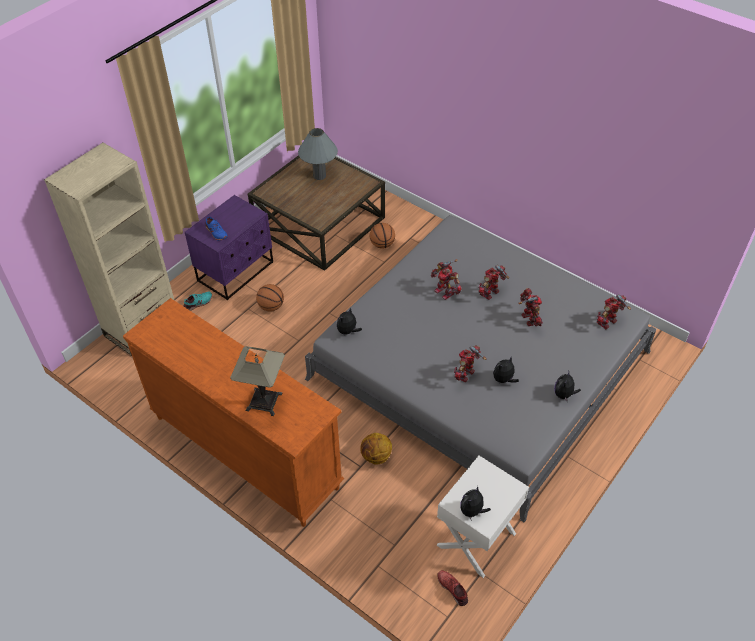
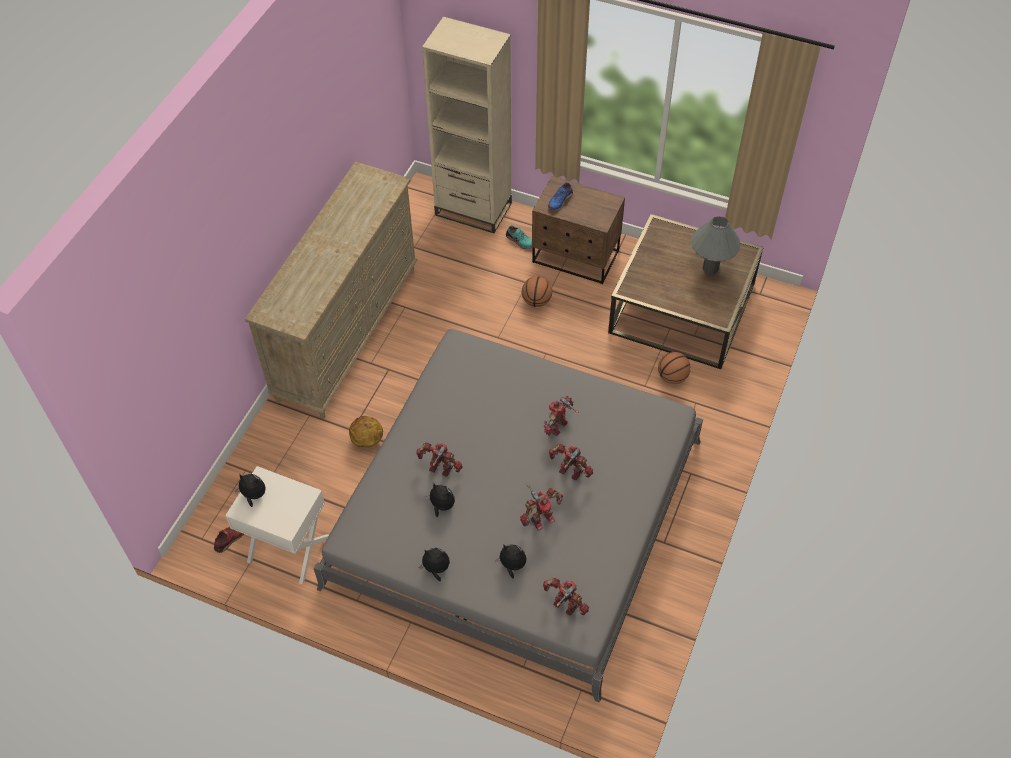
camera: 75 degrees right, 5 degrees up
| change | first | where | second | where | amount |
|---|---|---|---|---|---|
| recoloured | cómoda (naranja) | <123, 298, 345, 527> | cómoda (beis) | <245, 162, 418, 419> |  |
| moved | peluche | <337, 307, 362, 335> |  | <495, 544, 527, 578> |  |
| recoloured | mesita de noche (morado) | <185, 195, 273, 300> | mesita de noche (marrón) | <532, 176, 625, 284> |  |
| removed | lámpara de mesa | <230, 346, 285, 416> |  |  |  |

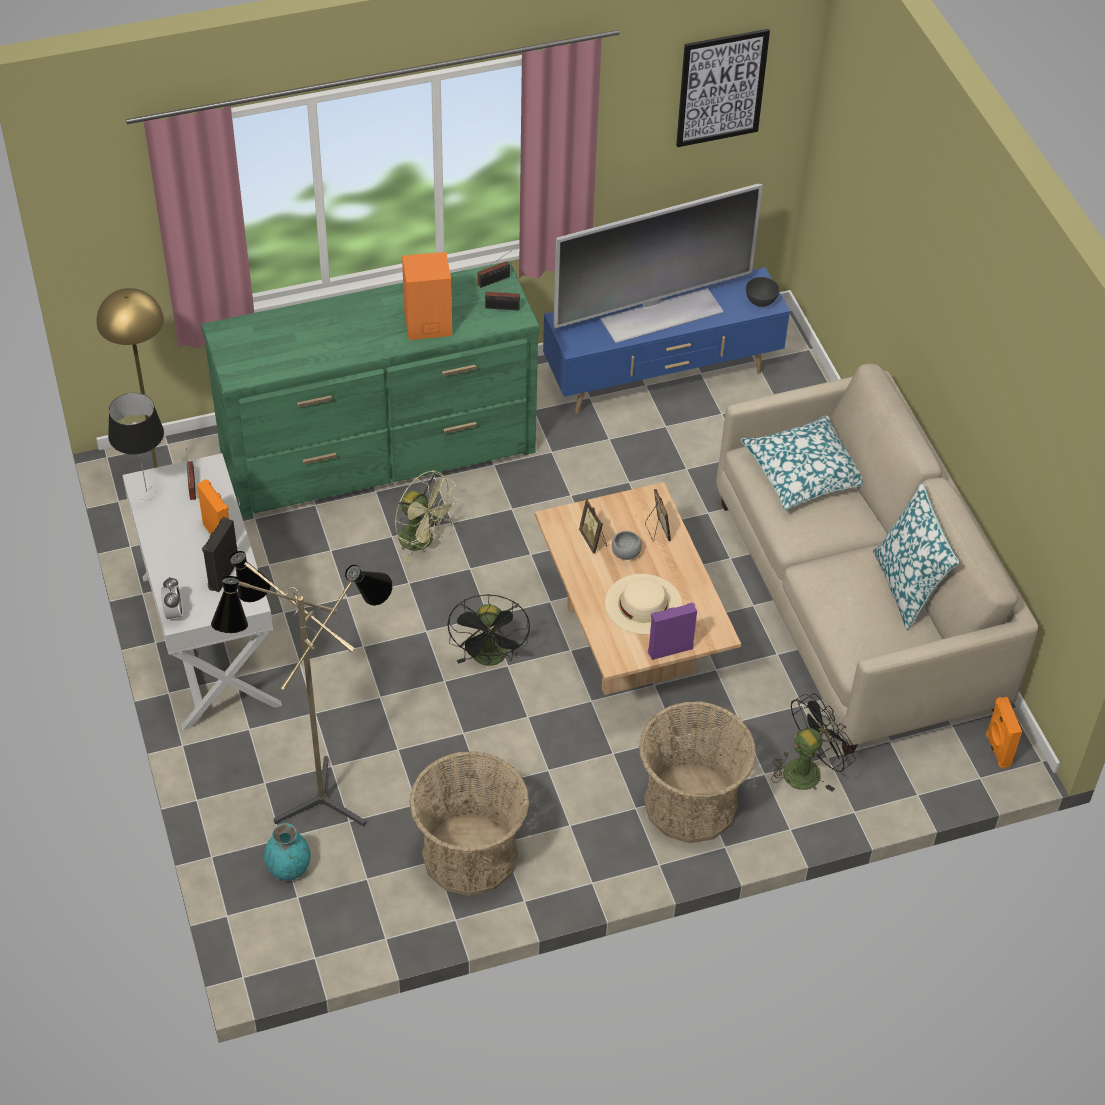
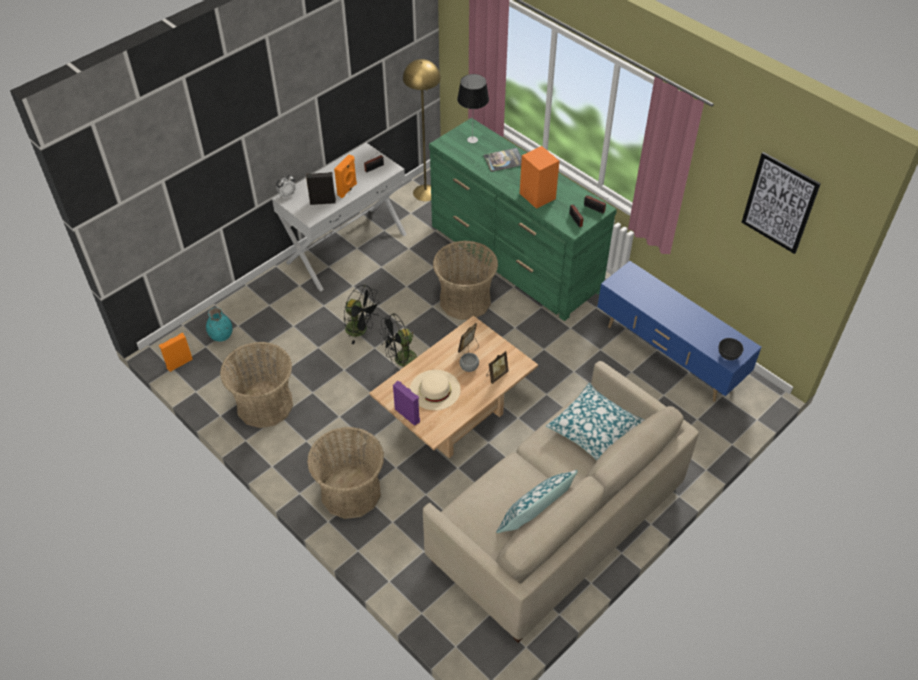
camera: 65 degrees right, 0 degrees up
| change | first | where | second | where | amount |
|---|---|---|---|---|---|
| moved | altavoz (naranja) | <986, 697, 1022, 769> |  | <159, 333, 193, 372> |  |
| moved | ventilador (negro) | <771, 693, 855, 792> |  | <344, 284, 380, 344> |  |
| replaced | ventilador (verde) | <395, 470, 459, 562> | cesta | <433, 240, 498, 320> |  |
| moved | lámpara de mesa | <108, 393, 164, 500> |  | <457, 74, 489, 143> |  |
| added |  |  | libro | <483, 148, 522, 172> |  |
| removed | lámpara de pie | <211, 551, 393, 827> |  |  |  |
| removed | televisor | <553, 183, 763, 343> |  |  |  |

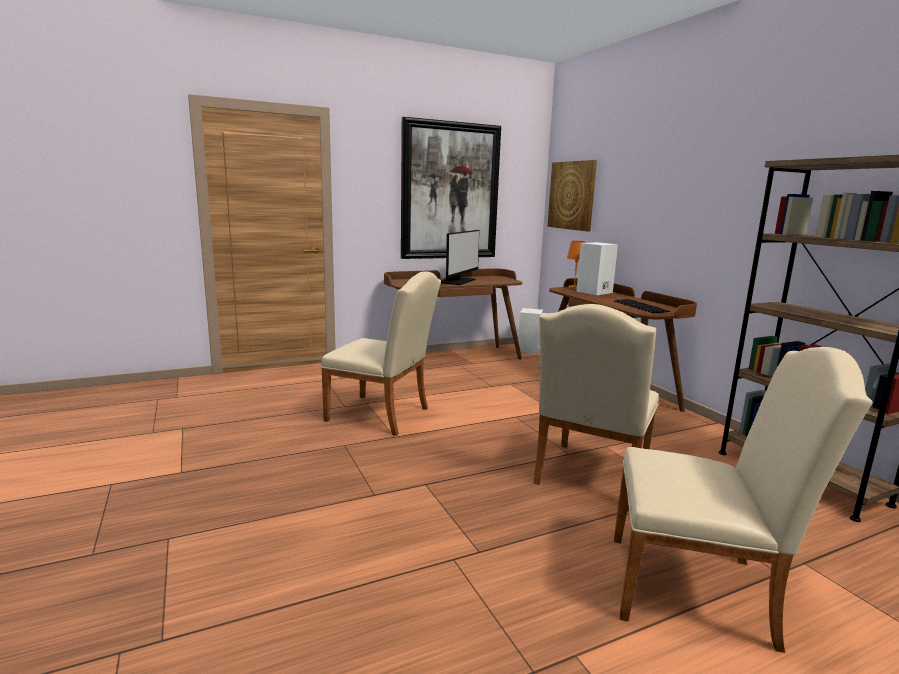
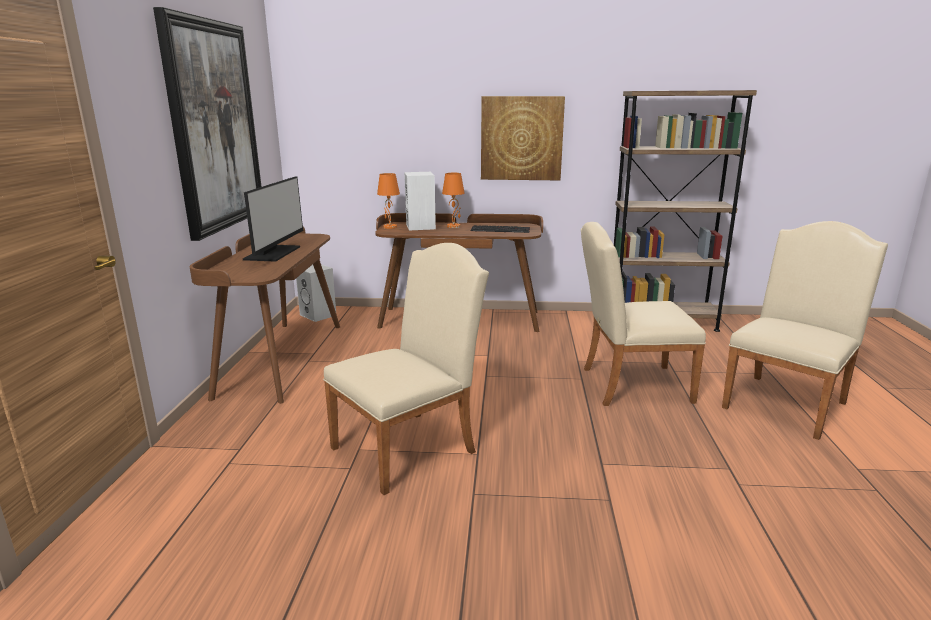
camera: 60 degrees left, 5 degrees up
| change | first | where | second | where | amount |
|---|---|---|---|---|---|
| turned | monitor | <441, 230, 479, 285> |  | <243, 176, 303, 262> | 45 degrees clockwise |
| added |  |  | lámpara de mesa (naranja) | <442, 173, 465, 228> |  |
| moved | cuadro | <547, 160, 597, 231> |  | <481, 96, 565, 180> |  |
| turned | silla (beis) | <533, 304, 659, 510> |  | <581, 222, 706, 406> | 120 degrees clockwise |

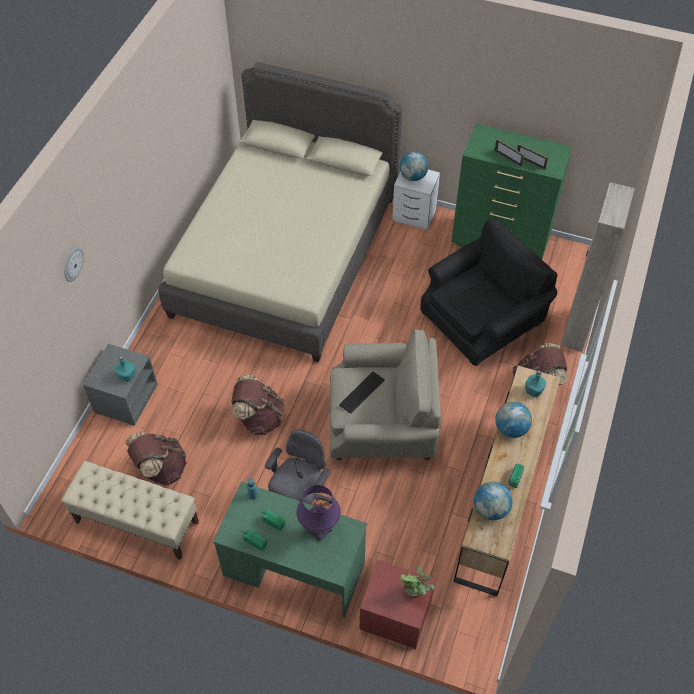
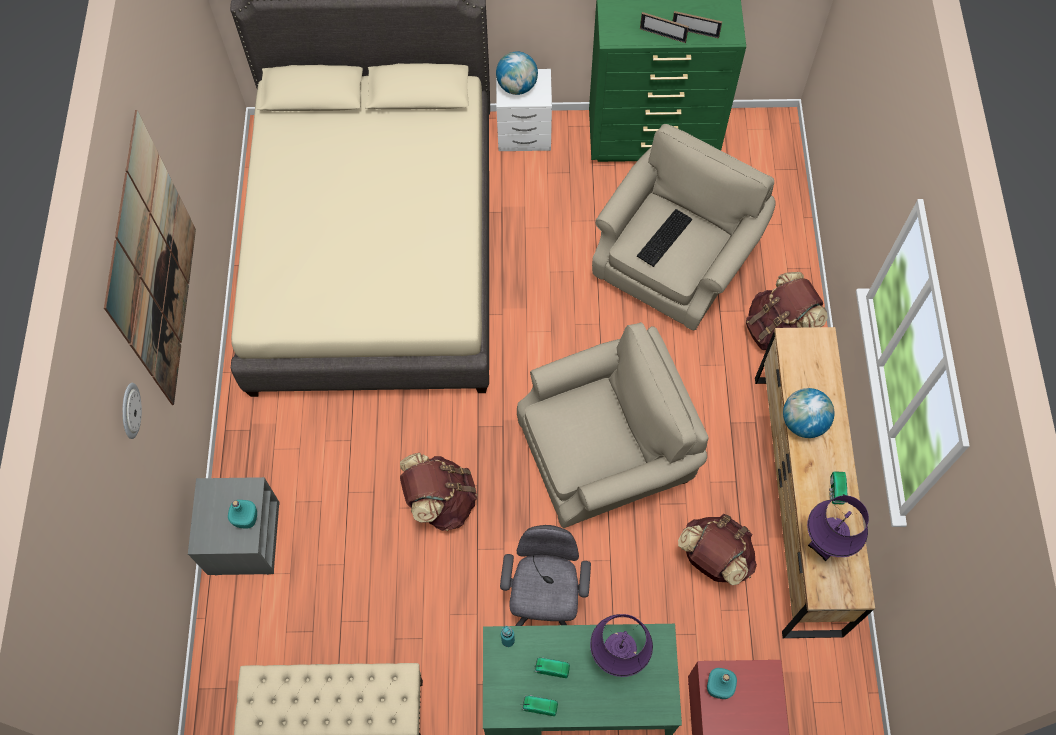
camera: 20 degrees left, 10 degrees up
| change | first | where | second | where | amount |
|---|---|---|---|---|---|
| added |  |  | cuadro | <104, 110, 196, 405> |  |
| recoloured | sillón (negro) | <421, 218, 557, 366> | sillón (beis) | <592, 124, 776, 330> |  |
| moved | mochila (marrón) | <125, 432, 186, 485> |  | <678, 514, 757, 585> |  |
| moved | botella (turquesa) | <525, 370, 546, 397> |  | <707, 668, 737, 699> |  |
| replaced | globo terráqueo | <474, 482, 513, 520> | lámpara de mesa (morado) | <807, 495, 869, 561> |  |
| removed | teclado | <339, 372, 384, 414> |  |  |  |
| removed | planta en maceta | <399, 566, 435, 598> |  |  |  |
| removed | armario ropero (beis) | <562, 182, 635, 352> |  |  |  |

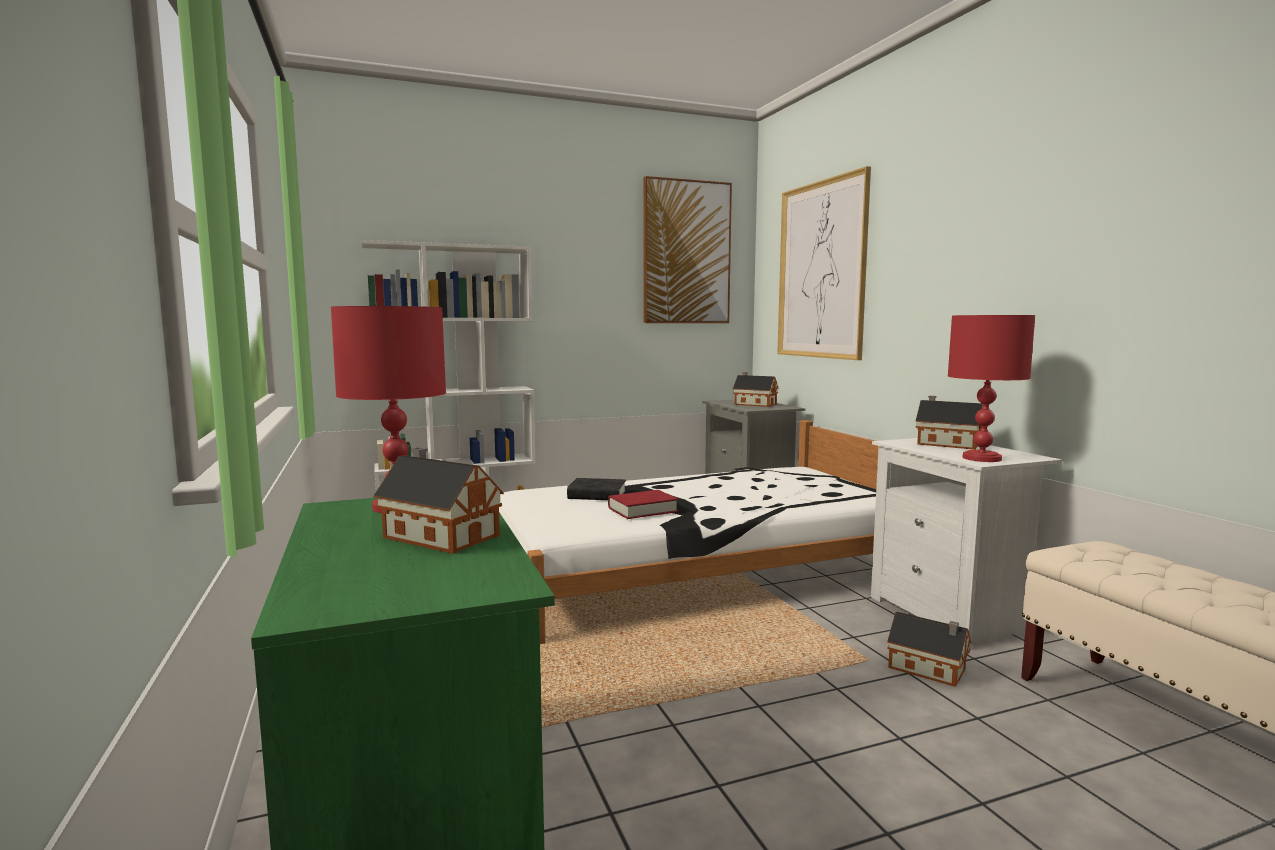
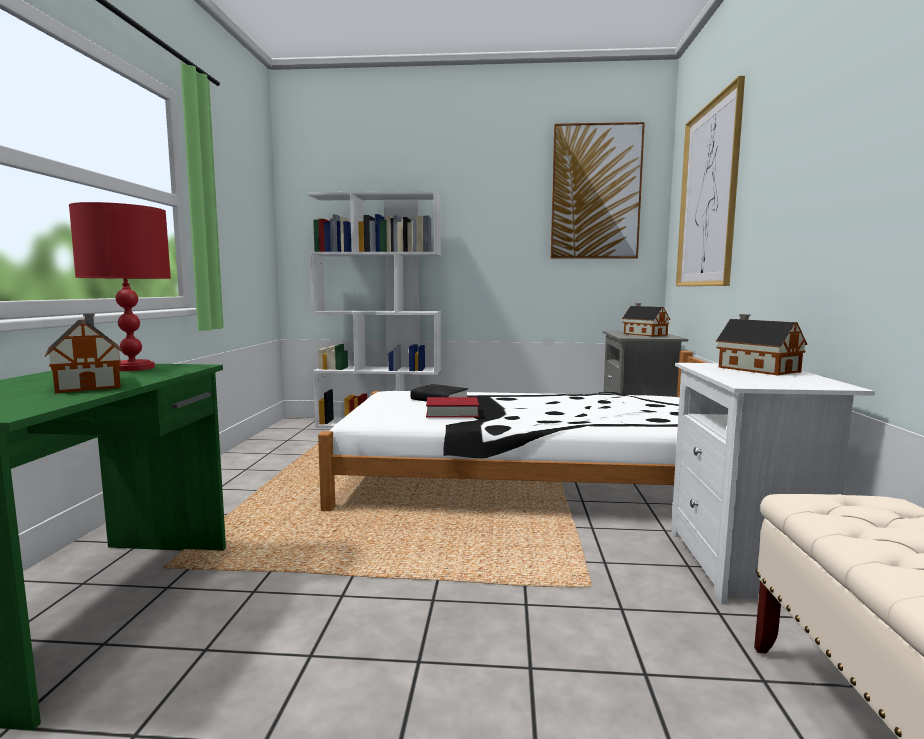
camera: 25 degrees right, 0 degrees up
| change | first | where | second | where | amount |
|---|---|---|---|---|---|
| removed | casita | <887, 612, 971, 687> |  |  |  |
| removed | lámpara de mesa (rojo) | <948, 315, 1035, 462> |  |  |  |

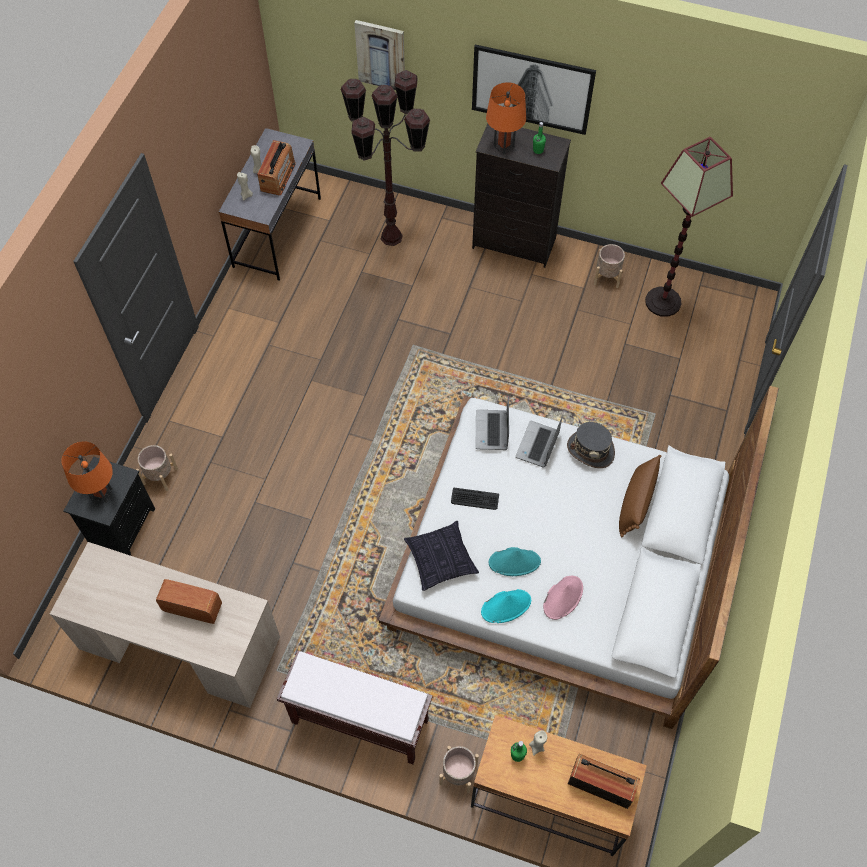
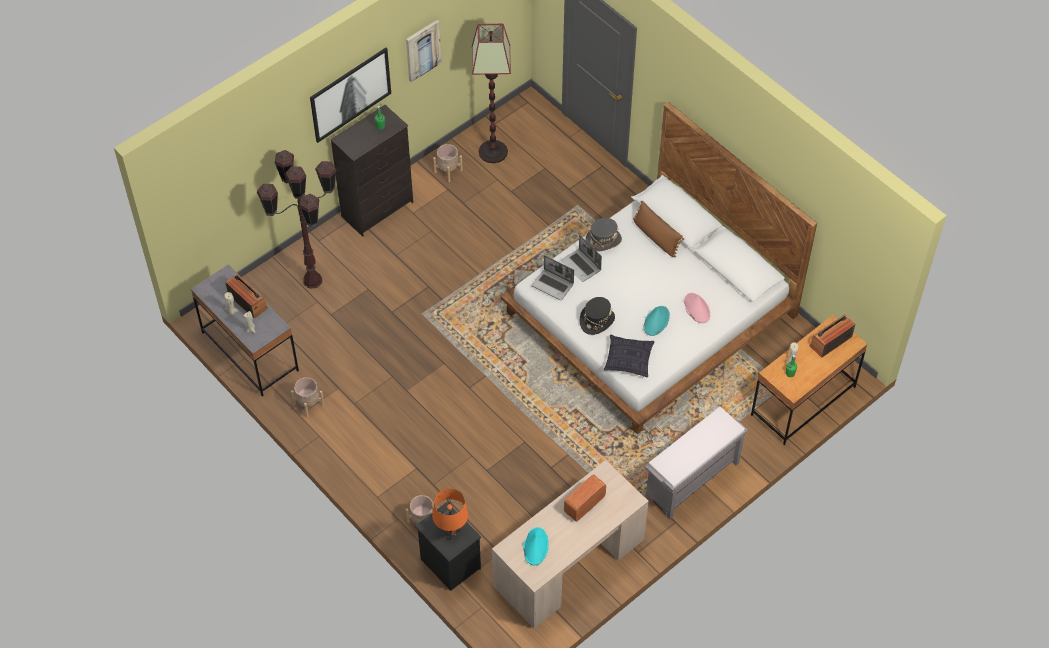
camera: 60 degrees left, 5 degrees down
| change | first | where | second | where | amount |
|---|---|---|---|---|---|
| moved | maceta (beis) | <439, 746, 479, 793> |  | <291, 377, 324, 418> |  |
| moved | cuadro | <354, 20, 405, 90> |  | <406, 20, 442, 82> |  |
| moved | sombrero (turquesa) | <481, 589, 531, 623> |  | <523, 527, 549, 565> |  |
| replaced | teclado | <451, 488, 499, 510> | sombrero (negro) | <580, 297, 615, 335> |  |
| recoloured | banco (marrón) | <277, 650, 433, 764> | banco (gris) | <645, 406, 748, 519> |  |
| removed | lámpara de mesa (naranja) | <486, 82, 526, 154> |  |  |  |

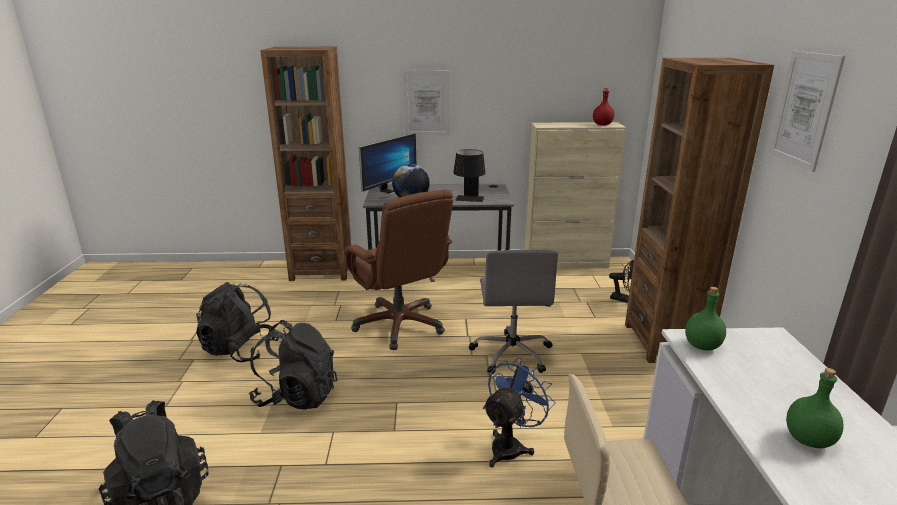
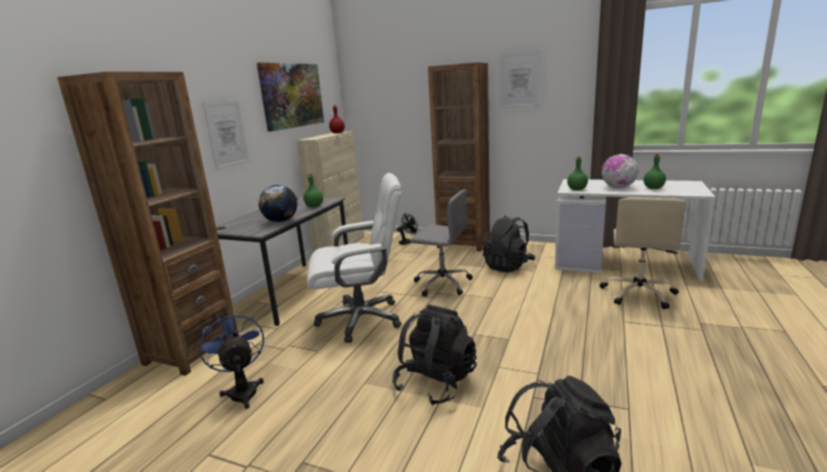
camera: 65 degrees left, 5 degrees down
| change | first | where | second | where | amount |
|---|---|---|---|---|---|
| moved | ventilador (azul) | <483, 357, 555, 467> |  | <199, 311, 264, 409> |  |
| added |  |  | cuadro | <257, 62, 324, 132> |  |
| replaced | lámpara de mesa (negro) | <453, 149, 486, 202> | botella (verde) | <303, 173, 323, 207> |  |
| recoloured | silla de oficina (marrón) | <345, 190, 453, 350> | silla de oficina (blanco) | <307, 173, 402, 343> |  |
| moved | mochila (negro) | <196, 282, 279, 362> |  | <483, 215, 535, 272> |  |
| added |  |  | globo terráqueo | <601, 154, 639, 188> |  |
| removed | monitor | <359, 133, 416, 199> |  |  |  |

